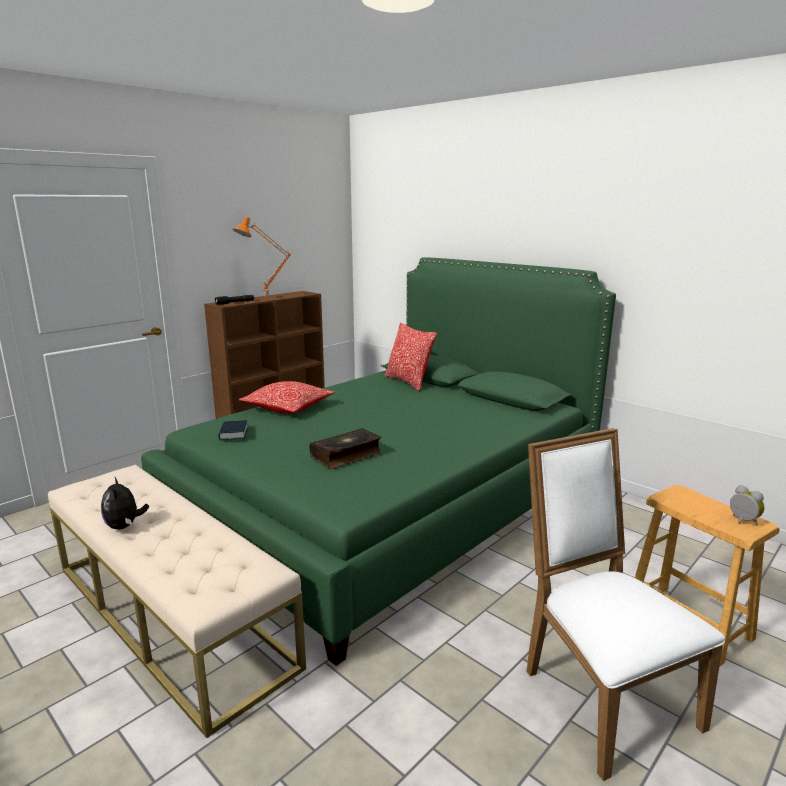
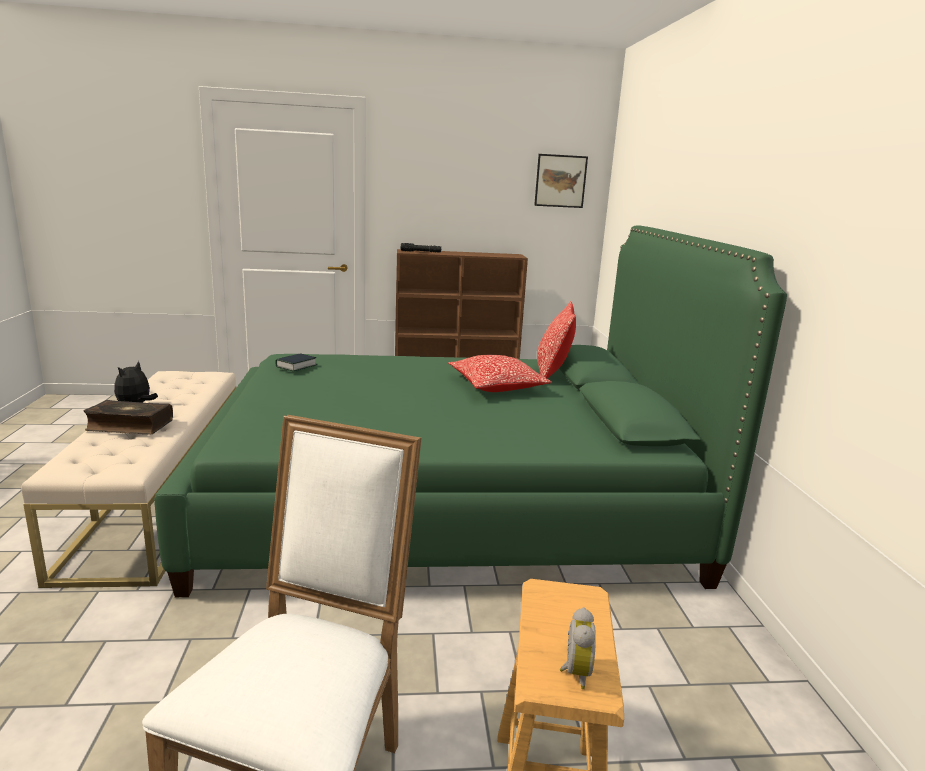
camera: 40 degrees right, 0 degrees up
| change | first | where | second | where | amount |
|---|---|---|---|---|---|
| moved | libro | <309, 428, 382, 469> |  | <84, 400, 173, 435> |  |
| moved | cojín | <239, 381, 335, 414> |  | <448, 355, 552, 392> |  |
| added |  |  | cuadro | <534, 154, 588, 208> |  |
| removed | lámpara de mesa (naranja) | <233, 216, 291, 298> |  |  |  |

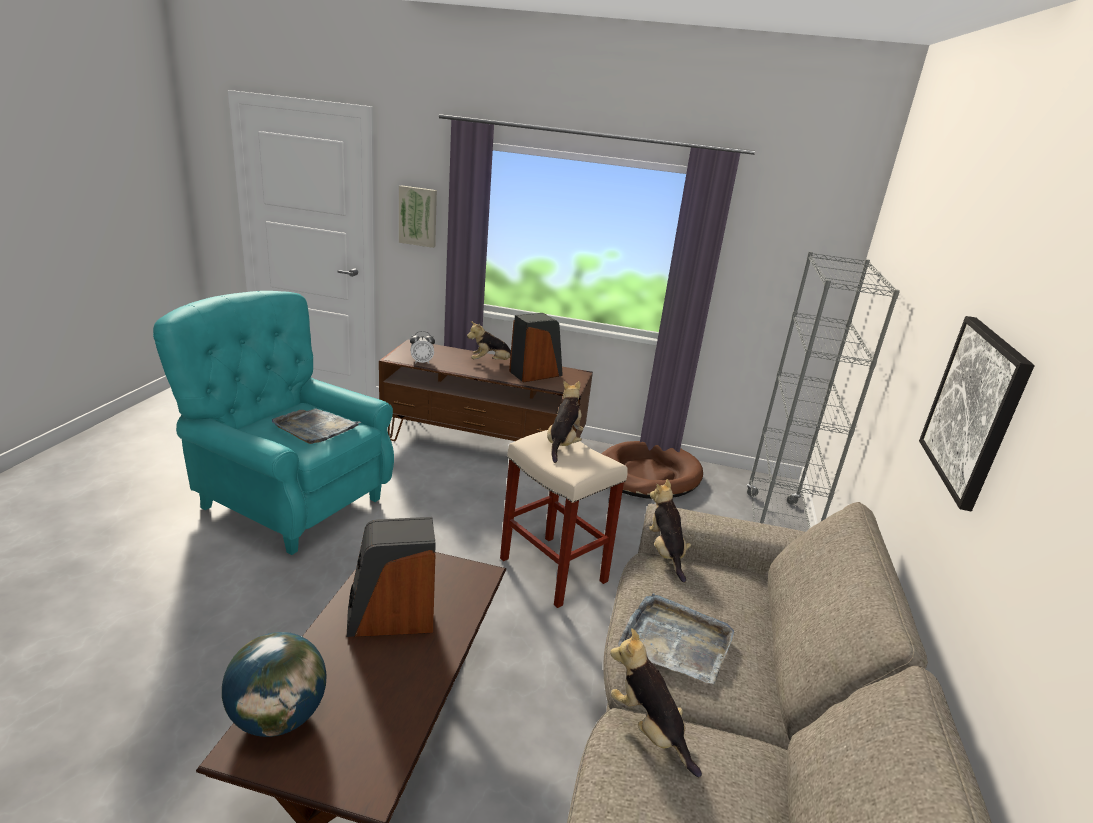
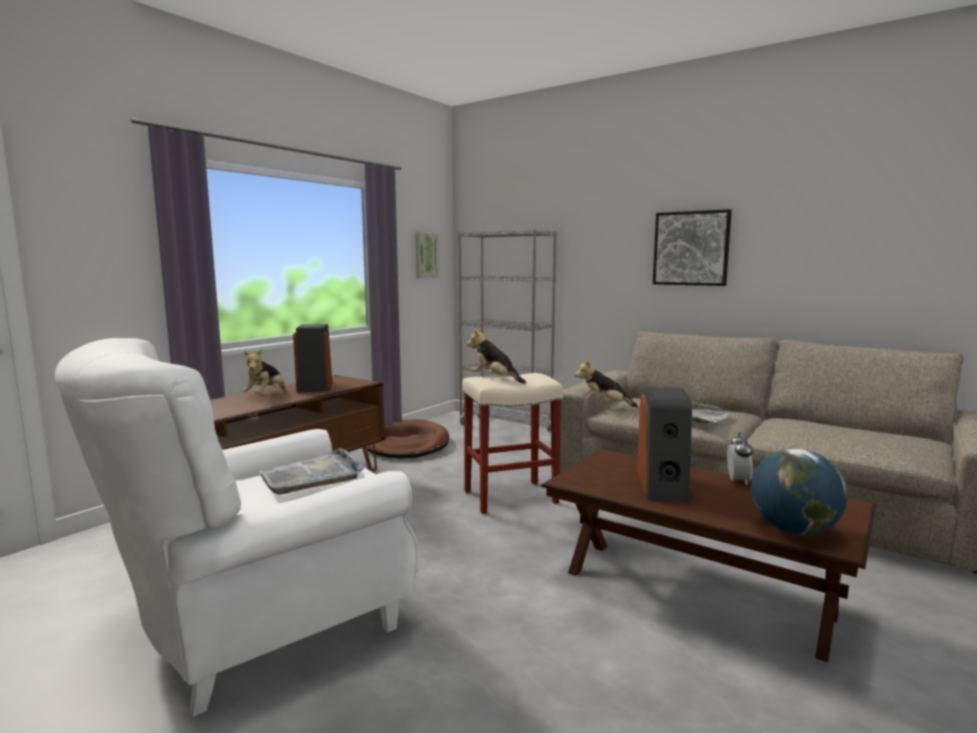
camera: 65 degrees left, 15 degrees down
| change | first | where | second | where | amount |
|---|---|---|---|---|---|
| recoloured | sillón (turquesa) | <153, 291, 394, 555> | sillón (blanco) | <55, 338, 419, 717> |  |
| moved | cuadro | <399, 185, 437, 248> |  | <415, 232, 439, 278> |  |
| moved | despertador | <410, 331, 435, 364> |  | <727, 432, 753, 485> |  |
| removed | peluche | <610, 628, 702, 777> |  |  |  |

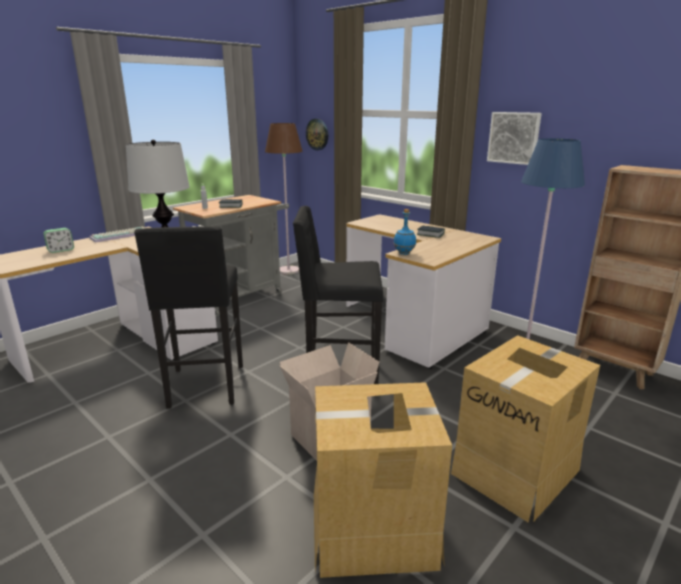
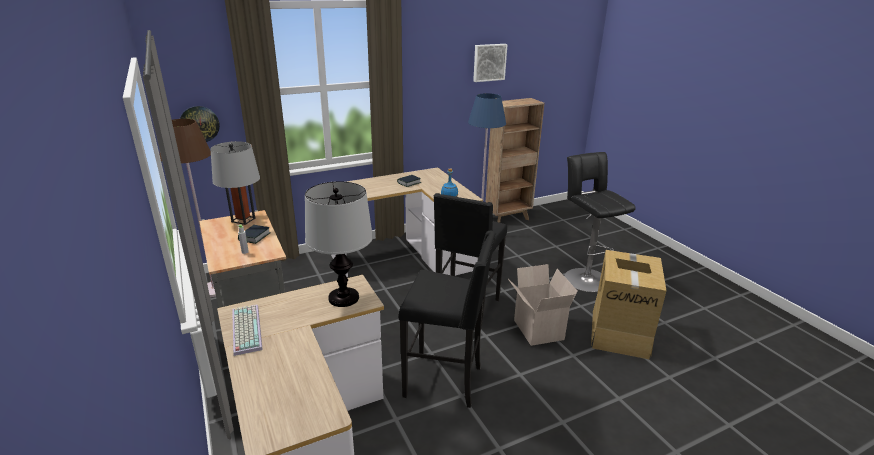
camera: 70 degrees left, 5 degrees up
| change | first | where | second | where | amount |
|---|---|---|---|---|---|
| added |  |  | lámpara de mesa (gris) | <211, 141, 260, 225> |  |
| moved | cuadro | <487, 112, 542, 165> |  | <473, 44, 508, 82> |  |
| replaced | caja de cartón | <451, 335, 600, 523> | taburete (negro) | <564, 152, 635, 292> |  |
| removed | despertador | <43, 228, 74, 253> |  |  |  |

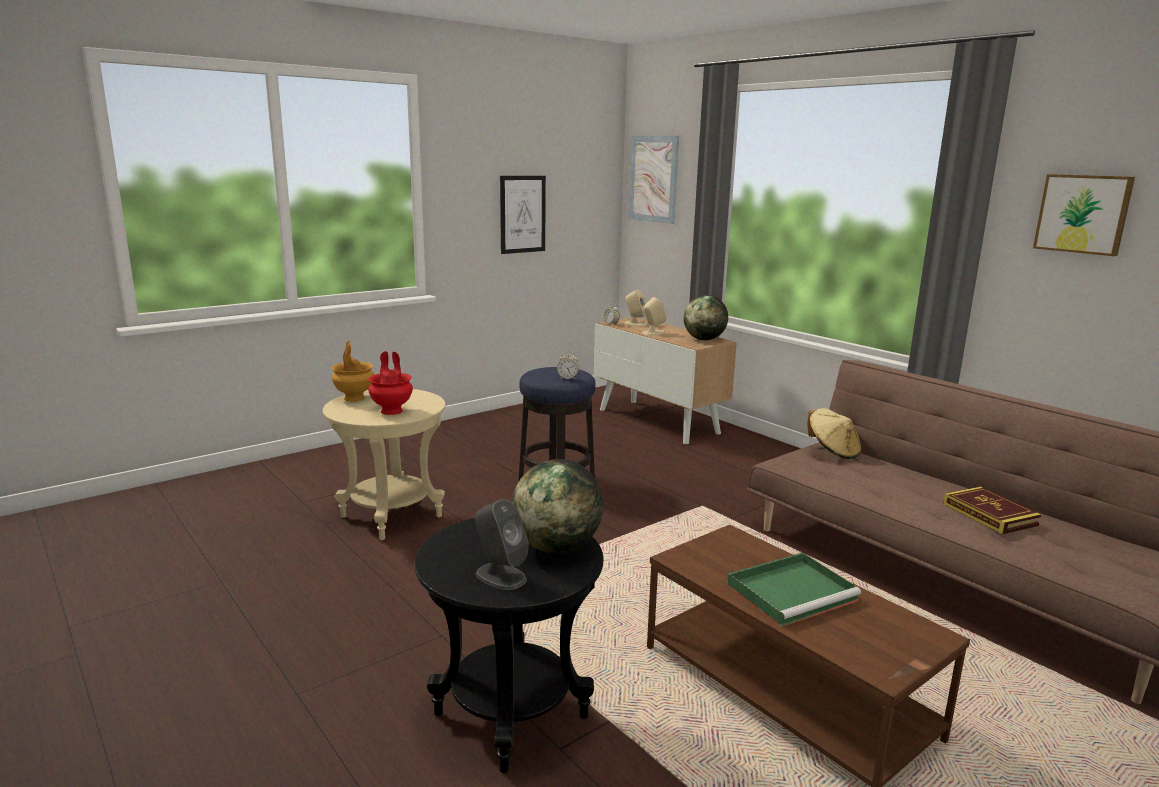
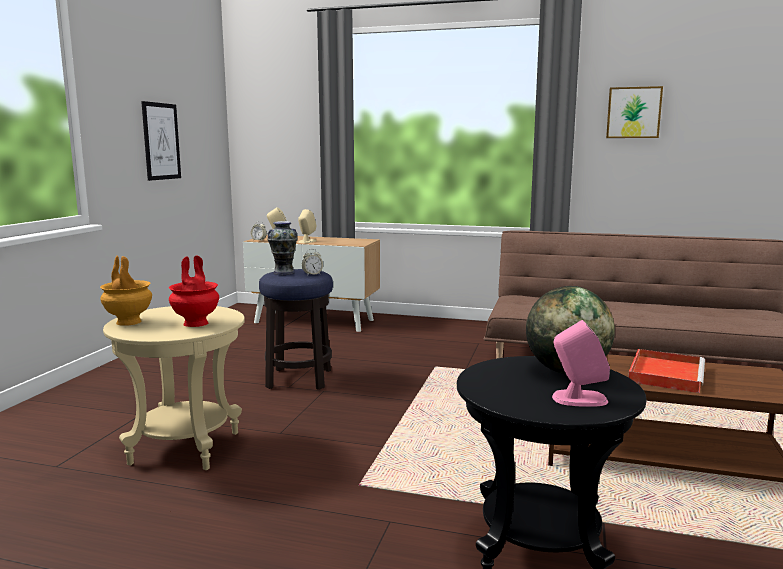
camera: 35 degrees left, 5 degrees down
| change | first | where | second | where | amount |
|---|---|---|---|---|---|
| added |  |  | florero | <267, 221, 298, 275> |  |
| recoloured | altavoz (gris) | <475, 499, 529, 590> | altavoz (rosa) | <552, 320, 610, 407> |  |
| recoloured | bandeja (verde) | <728, 552, 861, 627> | bandeja (rojo) | <628, 349, 705, 393> |  |
| removed | cuadro | <629, 136, 679, 224> |  |  |  |
| removed | globo terráqueo | <684, 295, 728, 340> |  |  |  |
| removed | sombrero (beis) | <807, 408, 861, 459> |  |  |  |
| removed | libro | <943, 487, 1041, 534> |  |  |  |

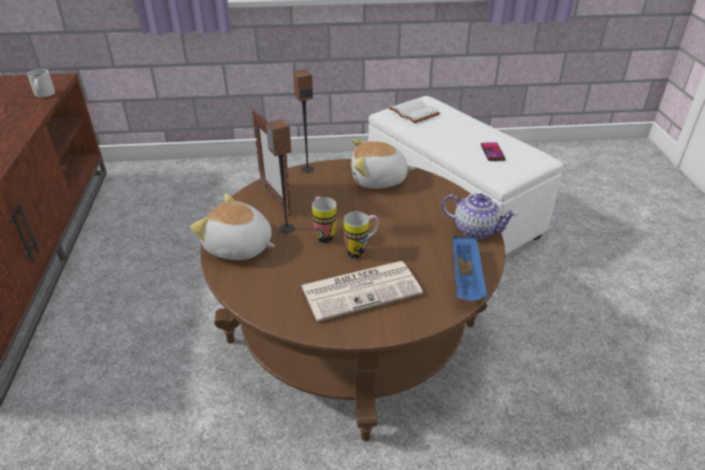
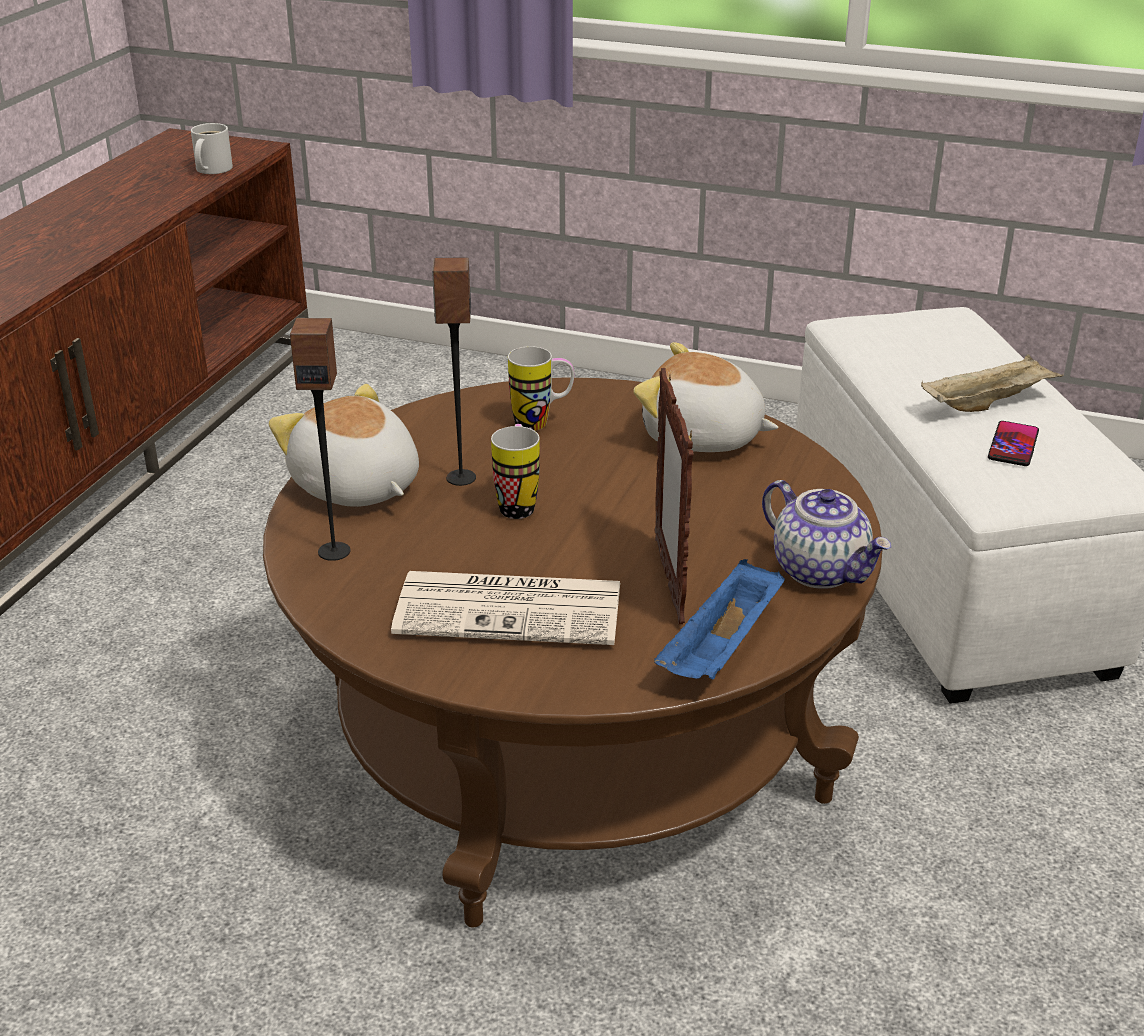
camera: 25 degrees right, 5 degrees down
| change | first | where | second | where | amount |
|---|---|---|---|---|---|
| moved | altavoz | <293, 69, 314, 173> |  | <290, 318, 350, 561> |  |
| moved | taza grande | <344, 212, 379, 259> |  | <508, 346, 574, 431> |  |
| moved | portarretratos | <252, 110, 291, 215> |  | <655, 368, 694, 624> |  |
| added |  |  | bandeja (beis) | <921, 354, 1063, 412> |  |
| removed | libro (blanco) | <389, 99, 440, 123> |  |  |  |

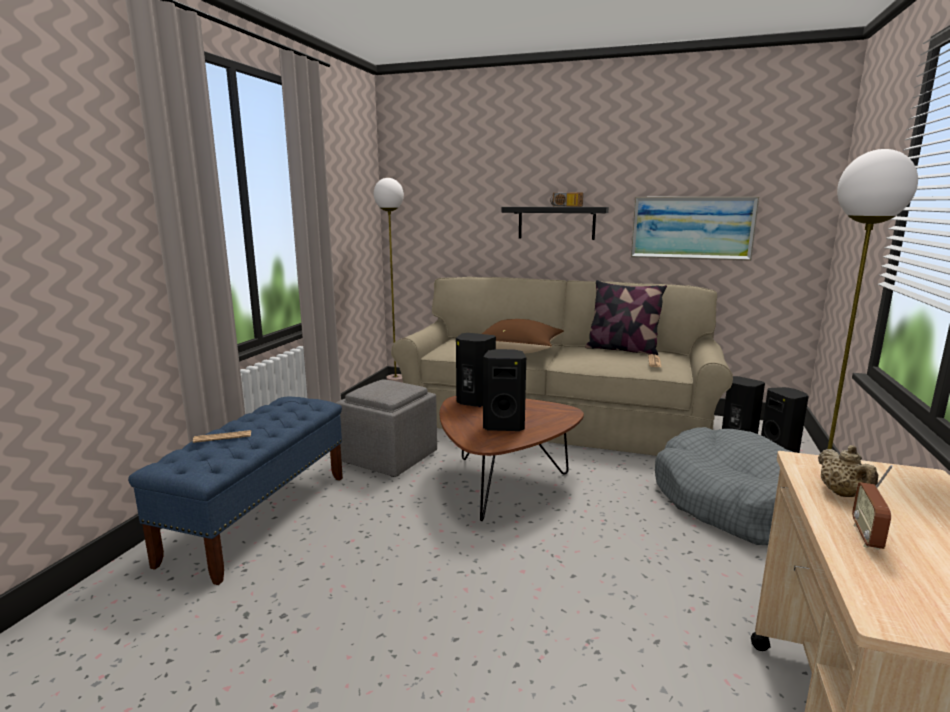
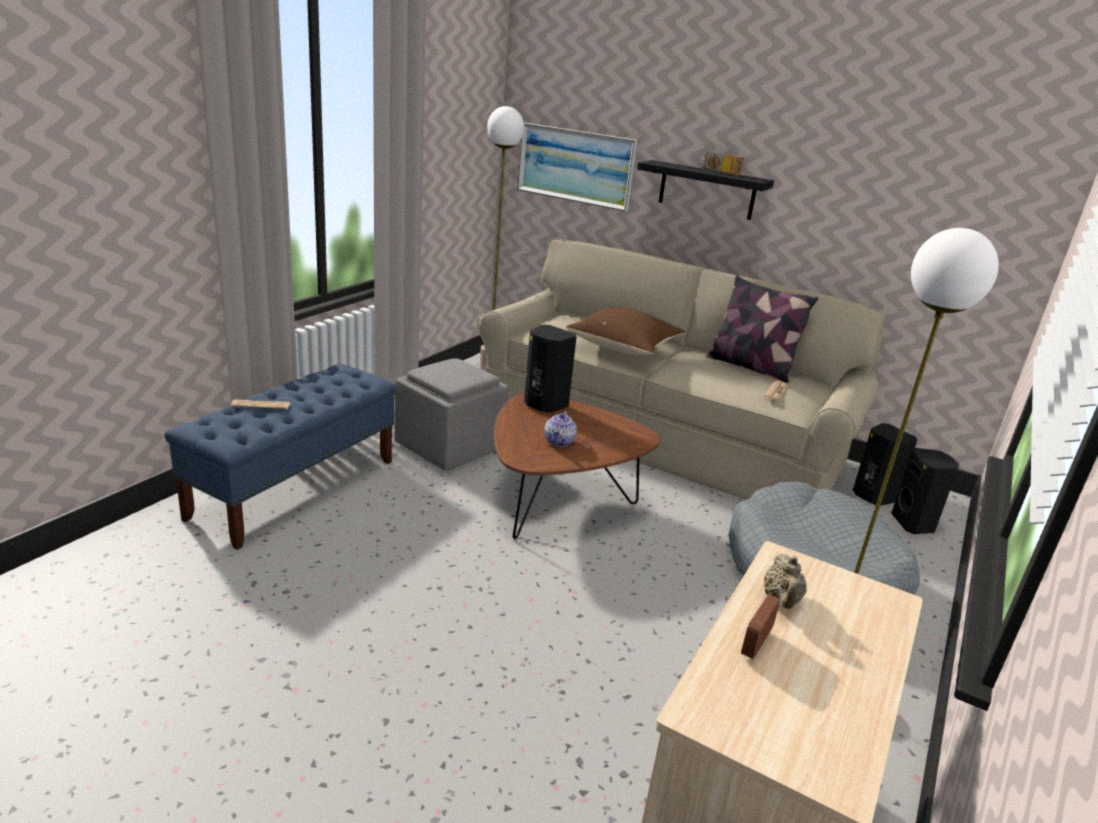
camera: 10 degrees right, 10 degrees up
| change | first | where | second | where | amount |
|---|---|---|---|---|---|
| moved | cuadro | <631, 196, 759, 261> |  | <517, 123, 637, 212> |  |
| replaced | altavoz (negro) | <483, 349, 526, 431> | tetera | <544, 411, 577, 447> |  |

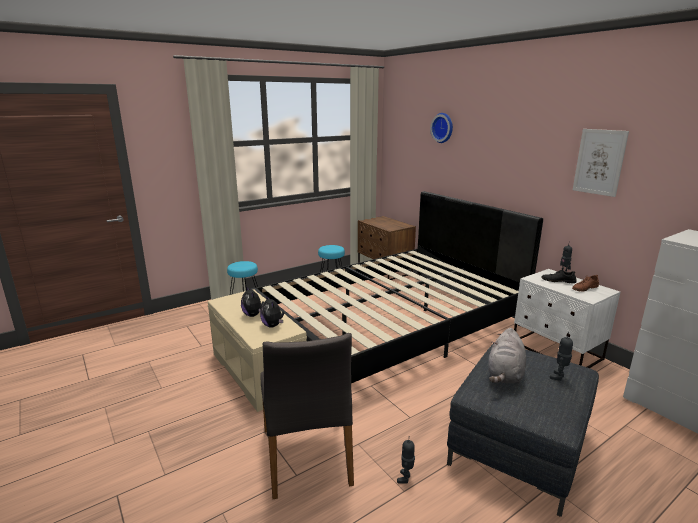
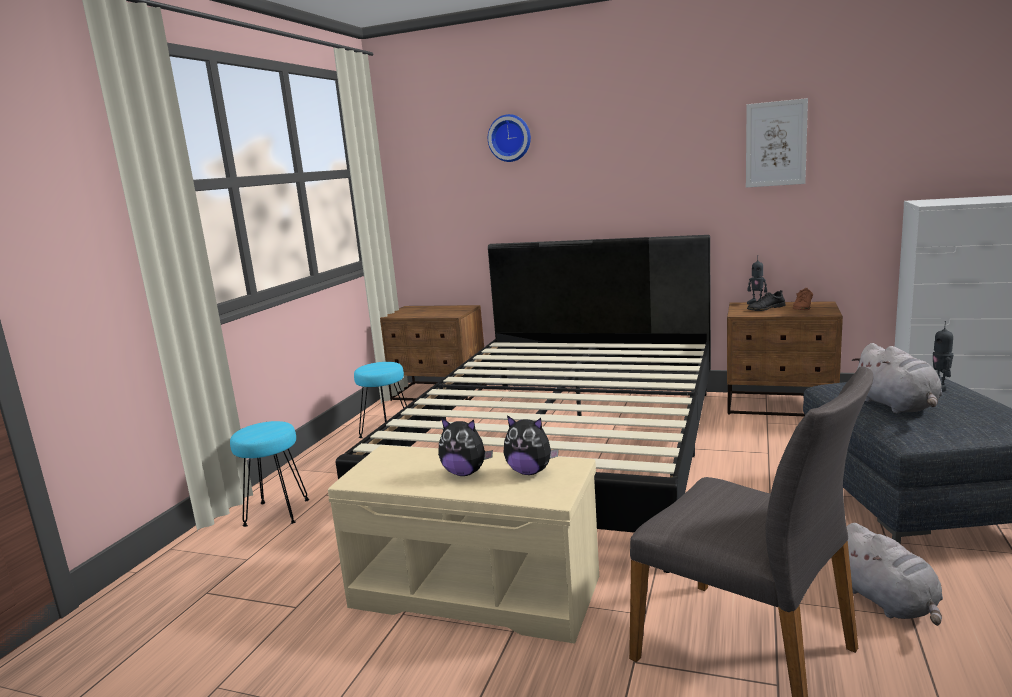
camera: 35 degrees left, 5 degrees down
| change | first | where | second | where | amount |
|---|---|---|---|---|---|
| recoloured | mesita de noche (blanco) | <514, 269, 620, 368> | mesita de noche (marrón) | <727, 301, 843, 416> |  |
| replaced | robot de juguete | <397, 440, 415, 484> | peluche (gris) | <847, 523, 943, 626> |  |

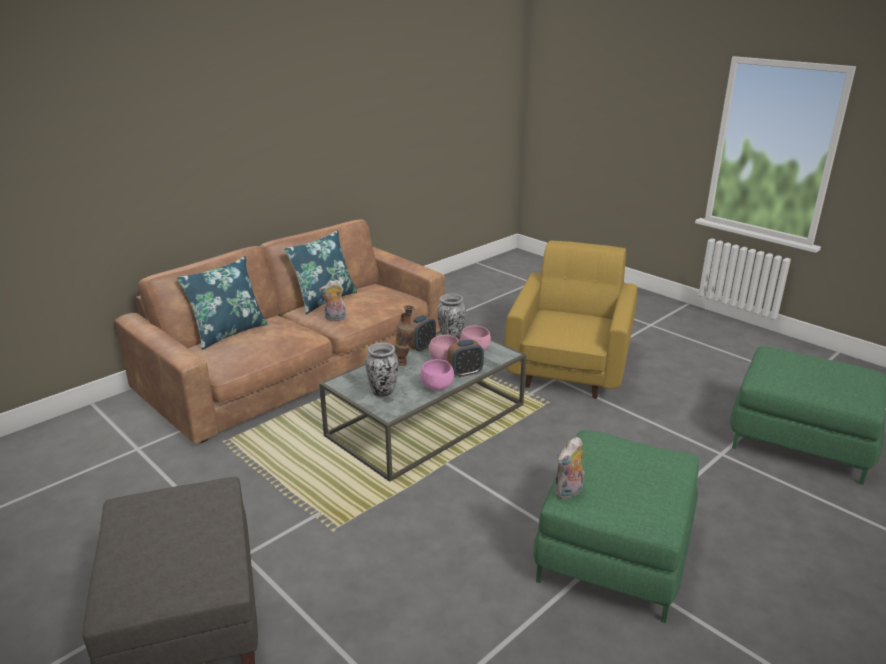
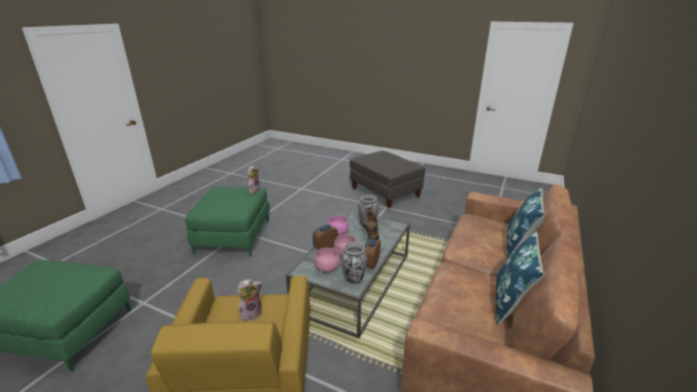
camera: 160 degrees right, 0 degrees up
| change | first | where | second | where | amount |
|---|---|---|---|---|---|
| moved | peluche | <319, 280, 347, 321> |  | <237, 279, 262, 321> |  |

